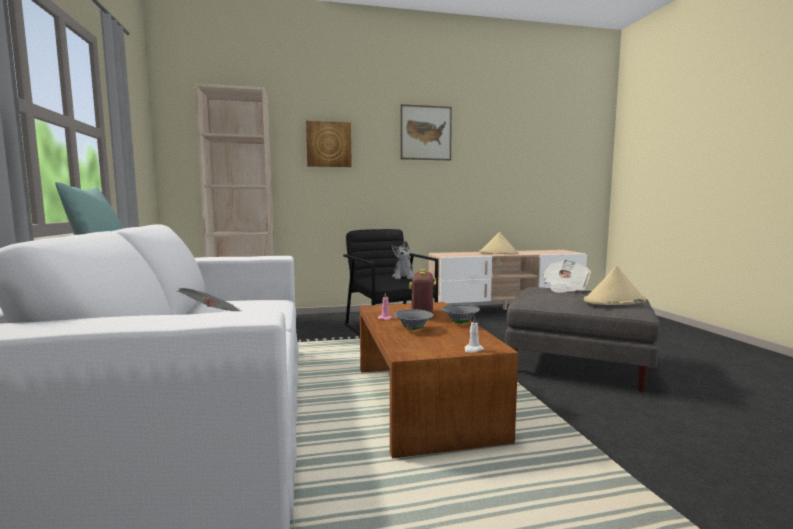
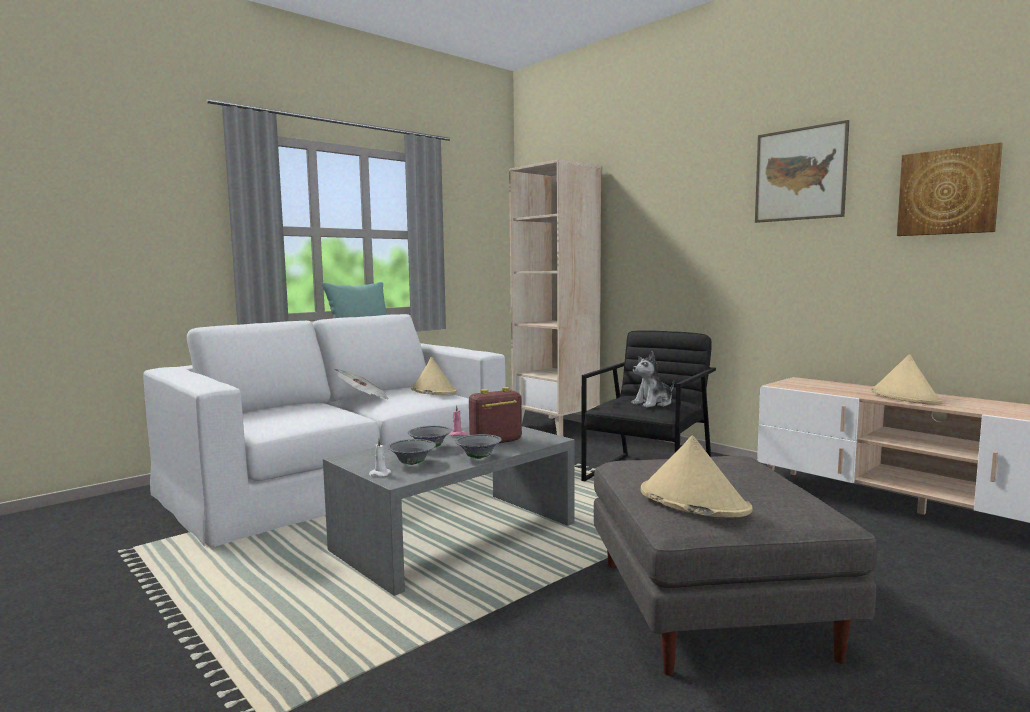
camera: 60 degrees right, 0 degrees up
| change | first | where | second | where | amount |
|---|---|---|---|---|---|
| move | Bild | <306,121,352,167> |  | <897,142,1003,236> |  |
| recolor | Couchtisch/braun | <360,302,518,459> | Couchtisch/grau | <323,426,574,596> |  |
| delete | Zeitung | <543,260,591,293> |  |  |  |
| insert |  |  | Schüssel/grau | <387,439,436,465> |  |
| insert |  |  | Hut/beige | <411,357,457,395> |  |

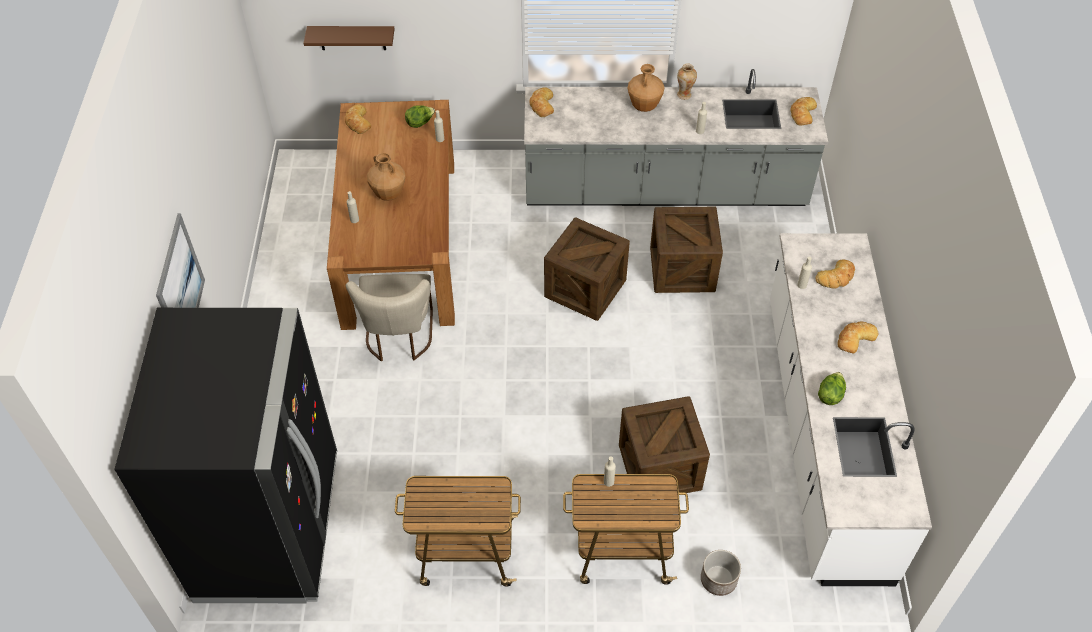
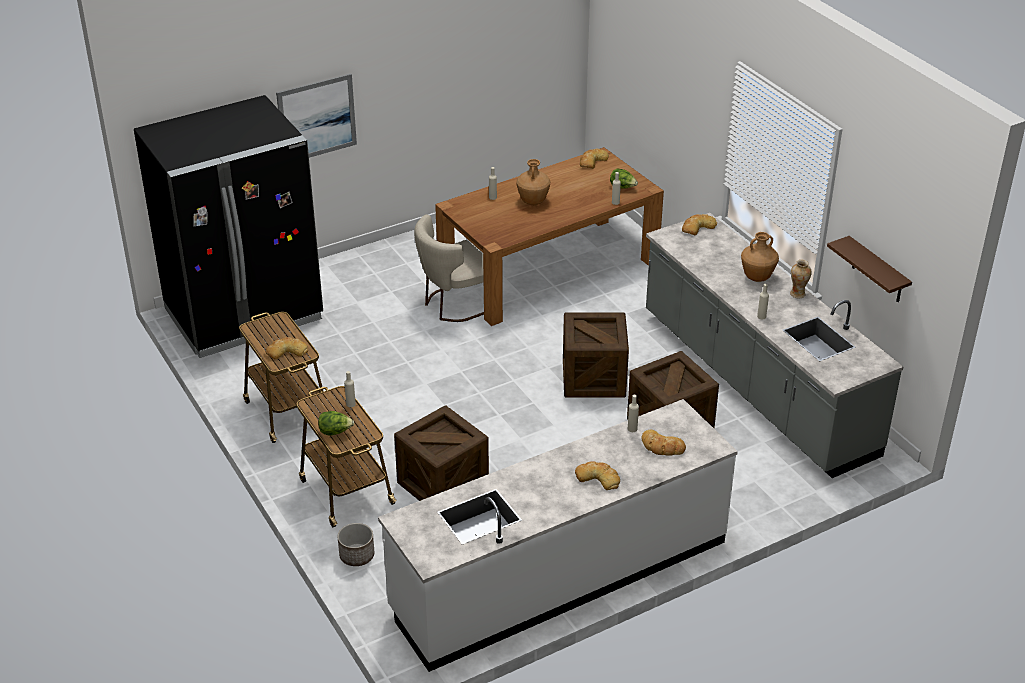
camera: 60 degrees right, 15 degrees down
| change | first | where | second | where | amount |
|---|---|---|---|---|---|
| move | Wandregal/braun | <304,26,394,50> |  | <827,236,912,302> |  |
| move | Brot | <790,97,817,126> |  | <266,337,308,360> |  |
| move | Salatkopf | <818,372,846,405> |  | <318,411,354,435> |  |

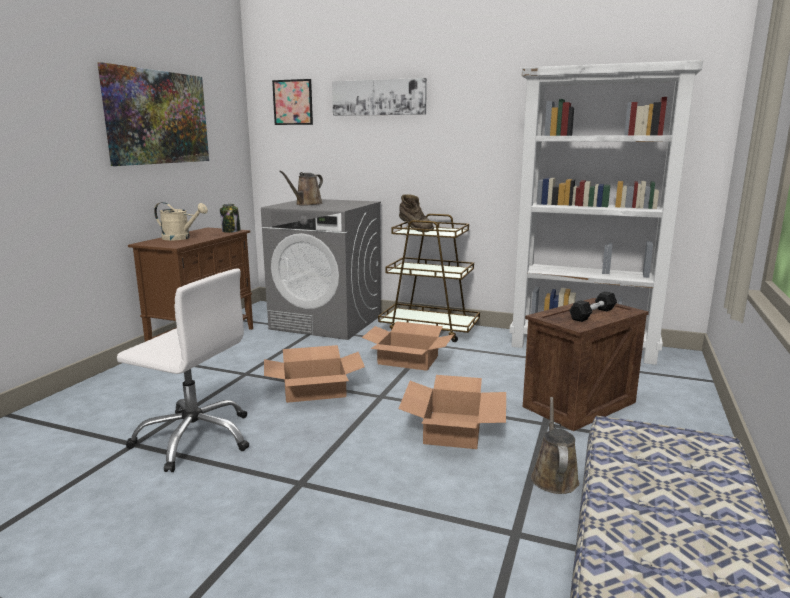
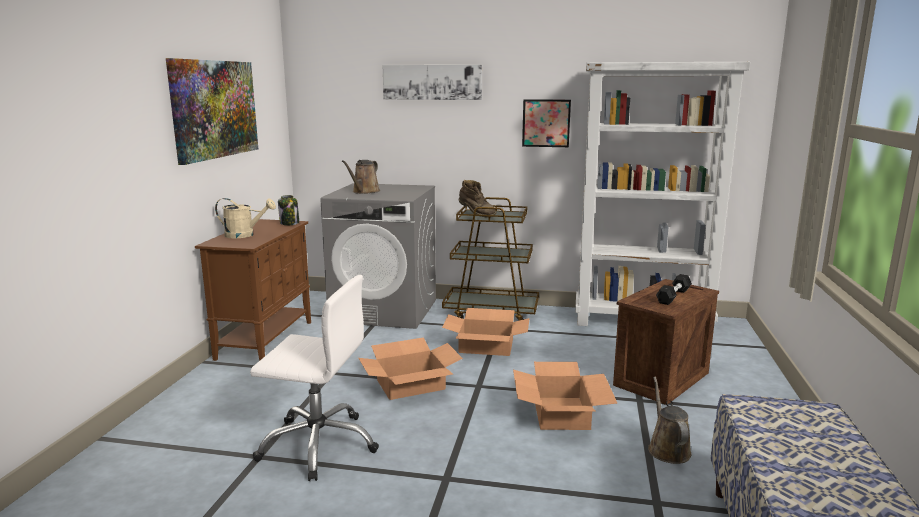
camera: 10 degrees left, 0 degrees up
| change | first | where | second | where | amount |
|---|---|---|---|---|---|
| move | Bild | <272,79,313,125> |  | <522,99,571,147> |  |

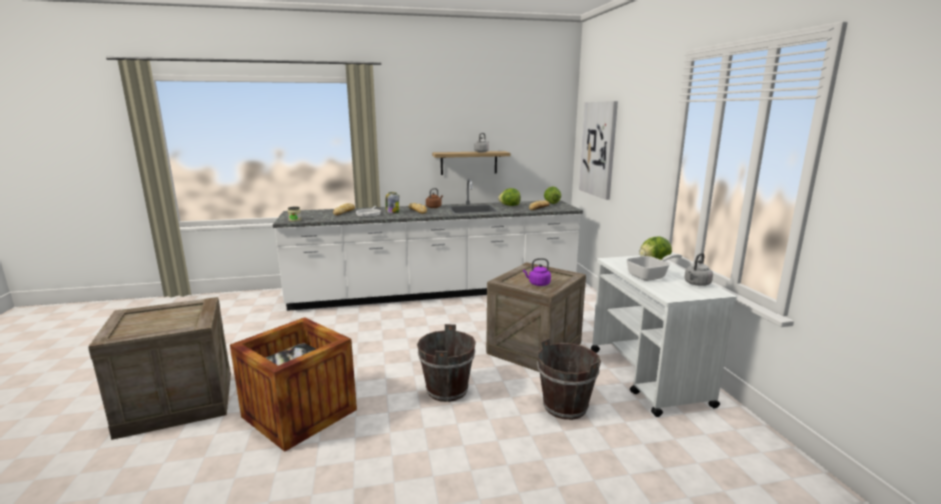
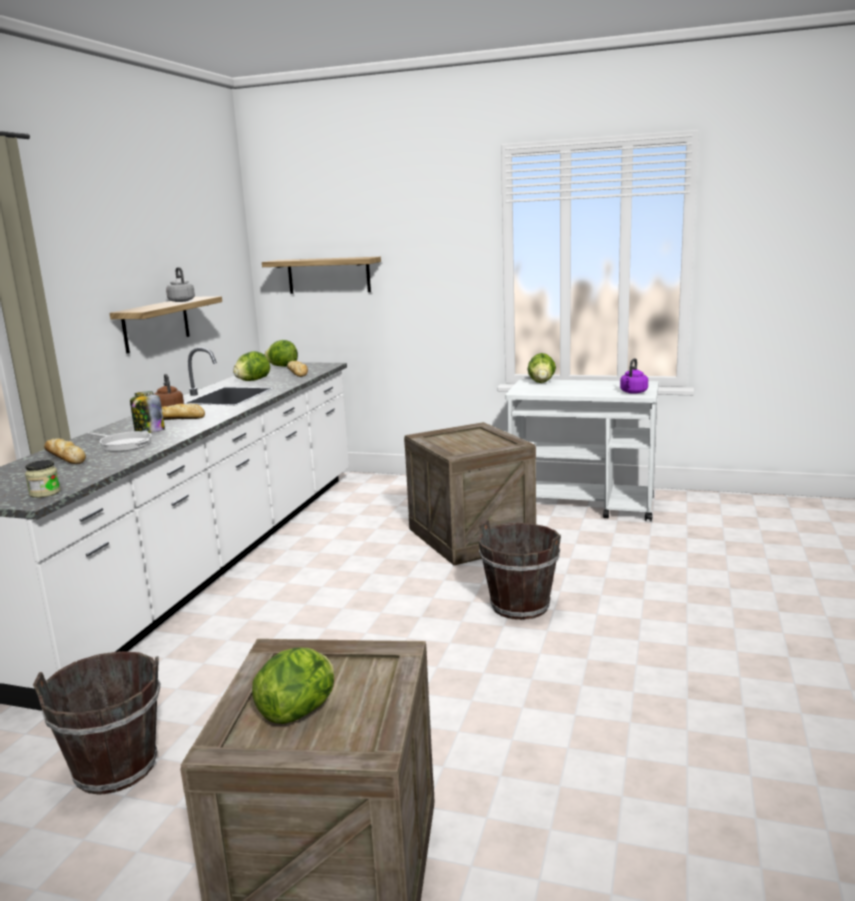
camera: 60 degrees left, 0 degrees up
| change | first | where | second | where | amount |
|---|---|---|---|---|---|
| delete | Kiste | <230,317,357,452> |  |  |  |
| move | Wasserkessel/lila | <523,258,551,286> |  | <620,358,648,394> |  |
| move | Eimer/braun | <537,338,601,420> |  | <33,651,160,795> |  |
| replace | Bild | <579,101,618,200> | Wandregal | <262,257,381,294> |  |
| delete | Pfanne | <626,253,682,281> |  |  |  |
| delete | Wasserkessel/grau | <684,253,713,286> |  |  |  |
| insert |  |  | Salatkopf | <252,648,334,724> |  |

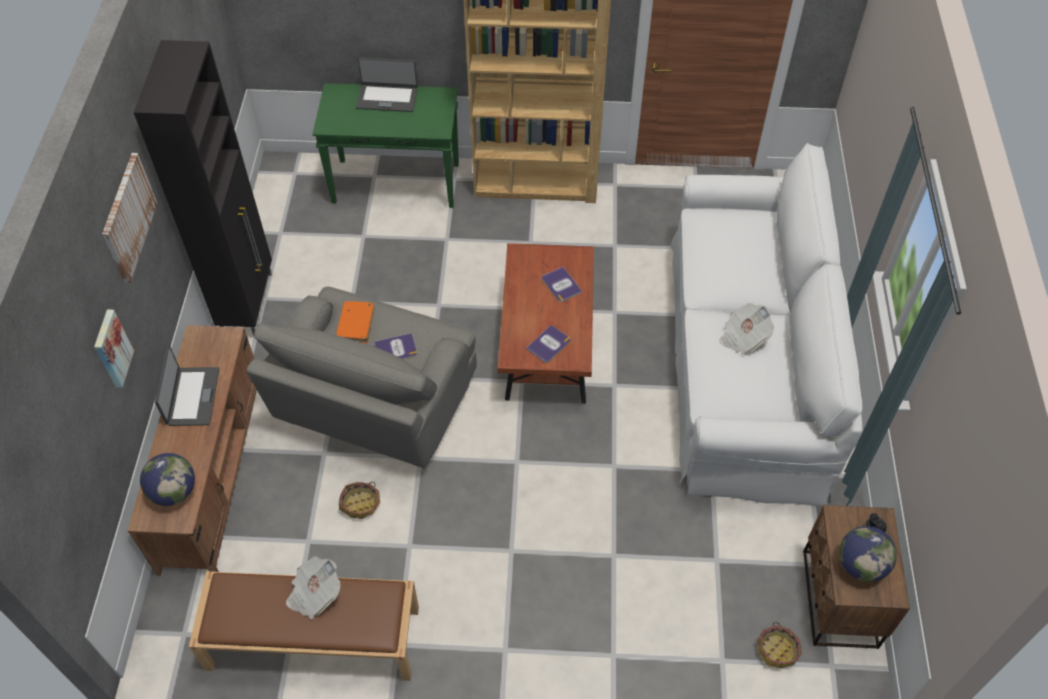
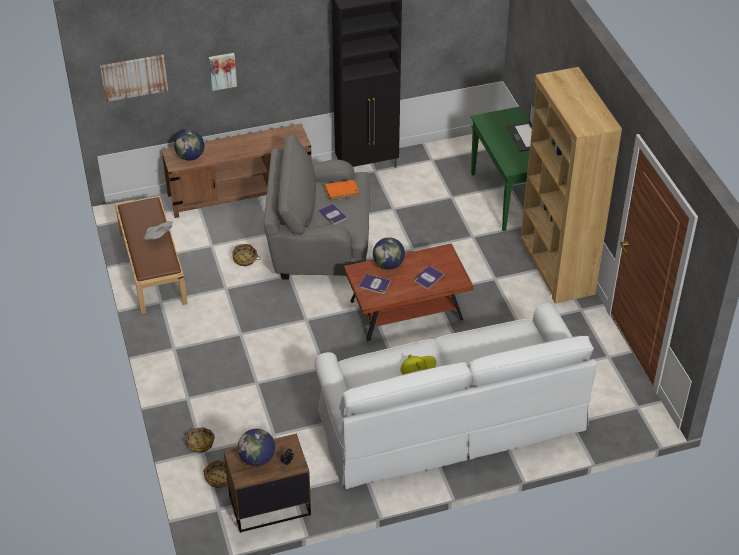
camera: 70 degrees right, 10 degrees down
| change | first | where | second | where | amount |
|---|---|---|---|---|---|
| move | Bild | <102,153,157,283> |  | <100,55,168,102> |  |
| delete | Laptop | <155,345,219,426> |  |  |  |
| replace | Zeitung | <719,303,774,355> | Hut/gelb | <400,354,436,375> |  |
| insert |  |  | Korb | <184,427,215,453> |  |
| insert |  |  | Globus | <373,237,405,270> |  |

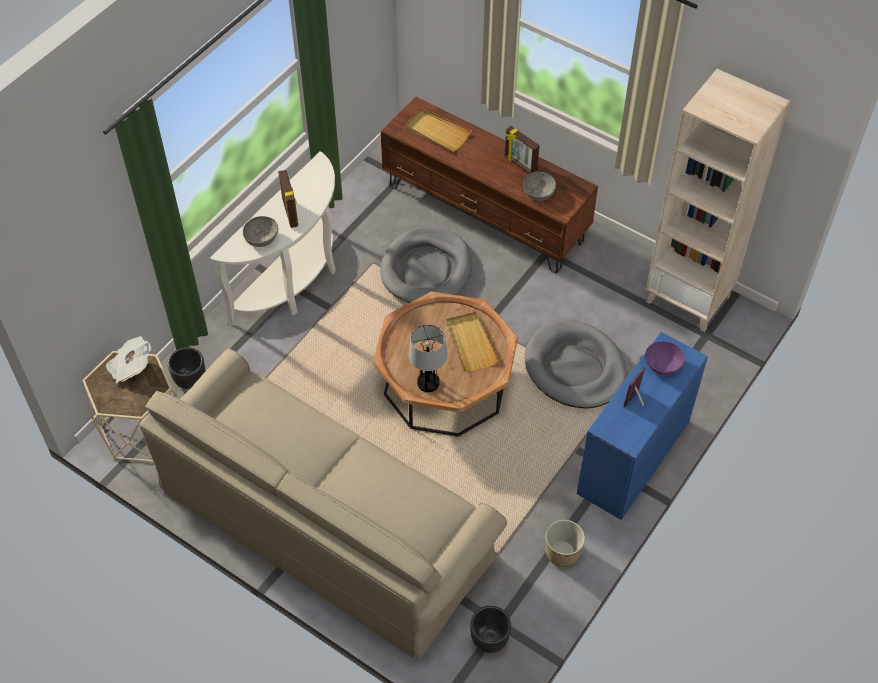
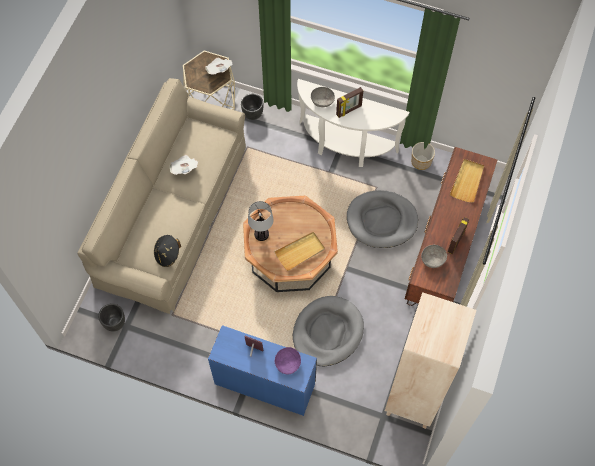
camera: 75 degrees right, 10 degrees up
| change | first | where | second | where | amount |
|---|---|---|---|---|---|
| move | Pflanzkübel | <546,520,585,567> |  | <411,142,435,170> |  |
| insert |  |  | Hut/schwarz | <154,235,181,267> |  |
| insert |  |  | Zeitung | <170,155,198,175> |  |

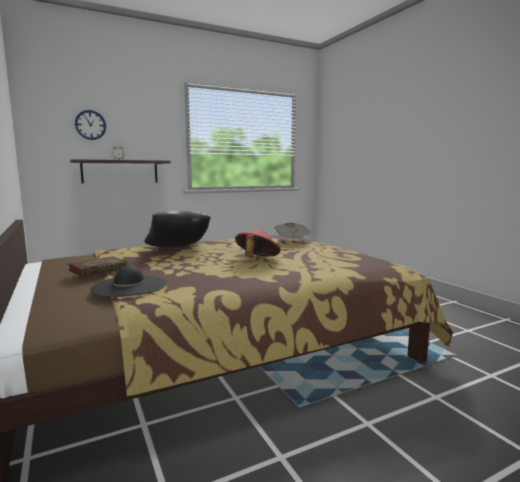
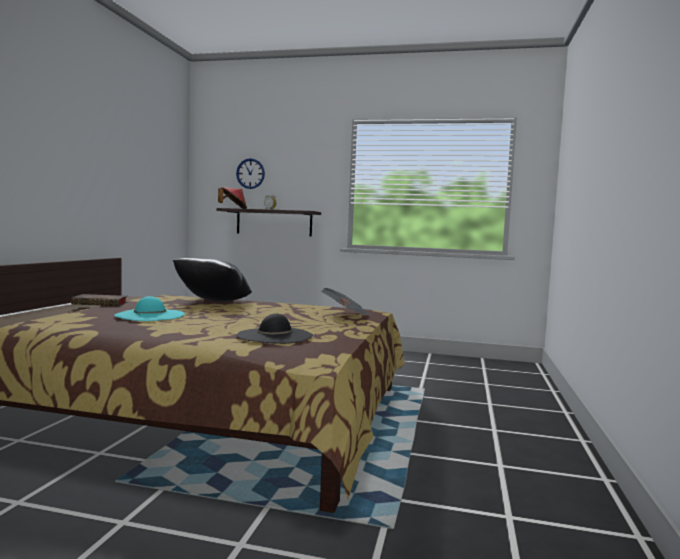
camera: 40 degrees right, 5 degrees down
| change | first | where | second | where | amount |
|---|---|---|---|---|---|
| move | Hut/schwarz | <90,265,167,297> |  | <236,314,313,344> |  |
| move | Hut/rot | <235,229,280,257> |  | <218,187,247,209> |  |
| insert |  |  | Hut/türkis | <114,296,185,321> |  |

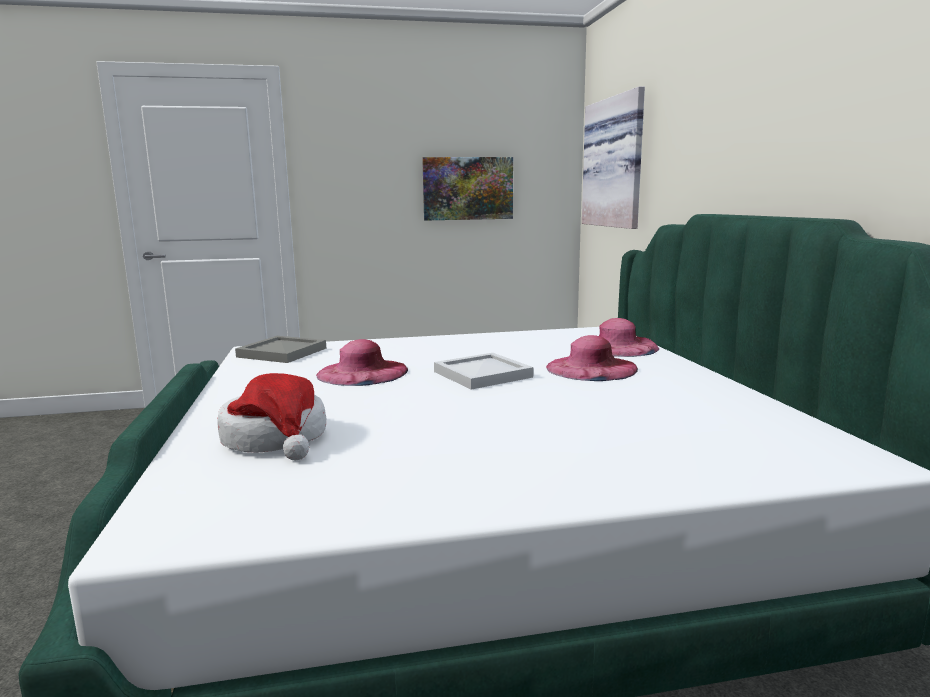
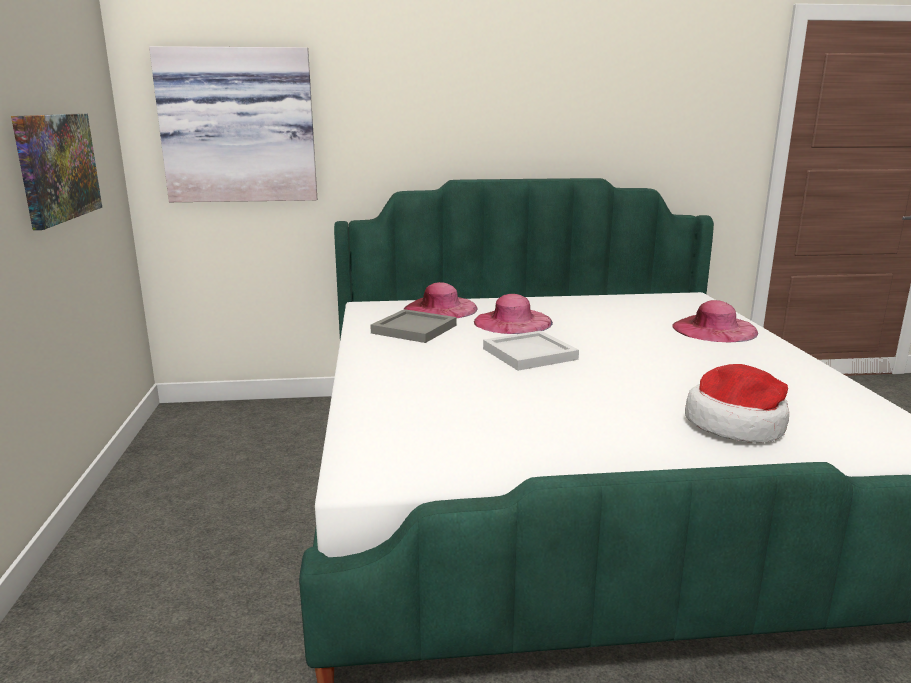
camera: 85 degrees left, 5 degrees up
| change | first | where | second | where | amount |
|---|---|---|---|---|---|
| move | Tablett/grau | <235,336,326,363> |  | <370,309,456,343> |  |
| move | Hut/rosa | <316,339,408,386> |  | <672,300,758,342> |  |

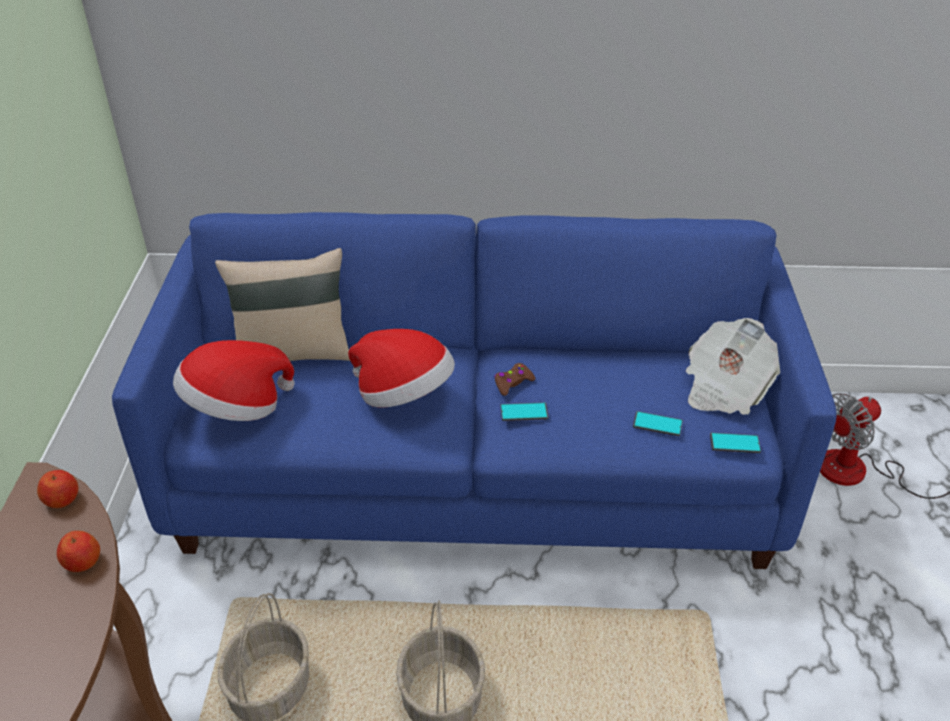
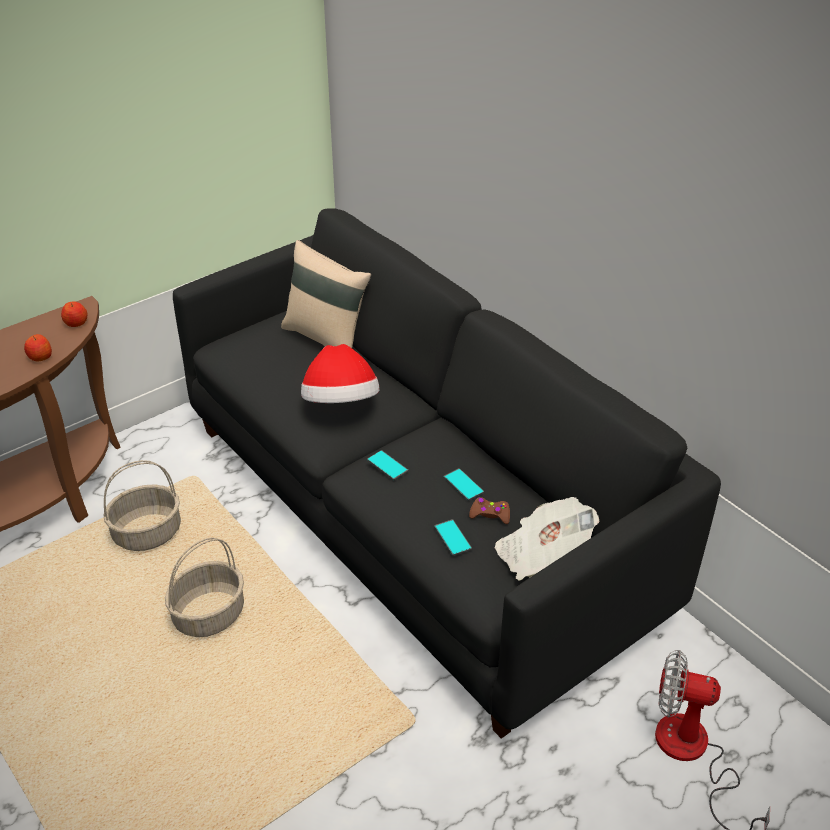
camera: 50 degrees right, 0 degrees up
| change | first | where | second | where | amount |
|---|---|---|---|---|---|
| recolor | Sofa/blau | <112,212,837,569> | Sofa/schwarz | <173,208,721,739> |  |
| delete | Hut | <173,340,295,421> |  |  |  |
| move | Gamepad/braun | <494,363,535,396> |  | <469,497,510,524> |  |
| move | Handy | <710,433,761,453> |  | <444,468,484,501> |  |

